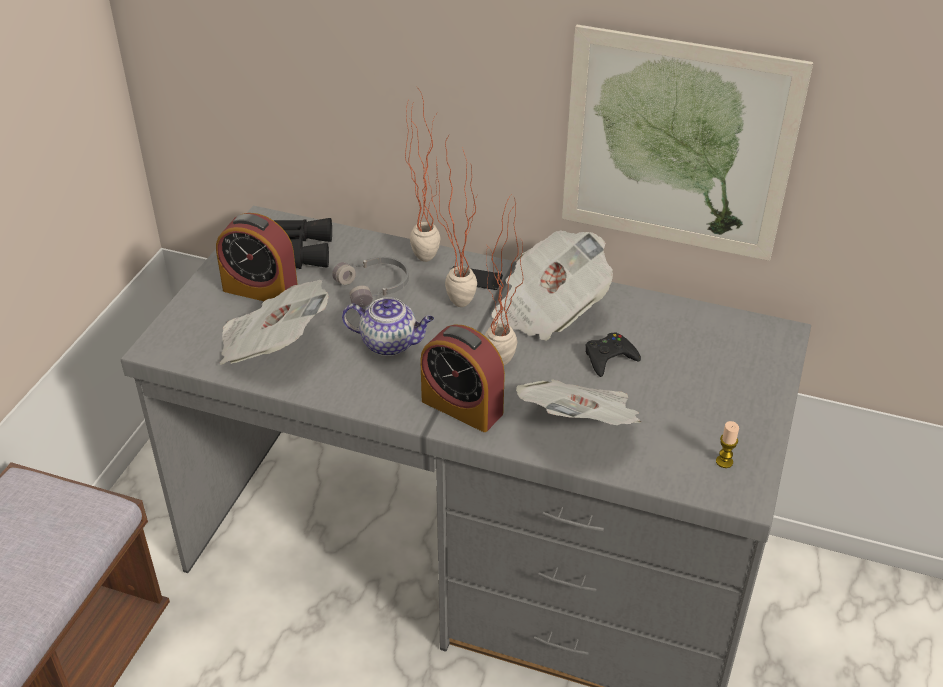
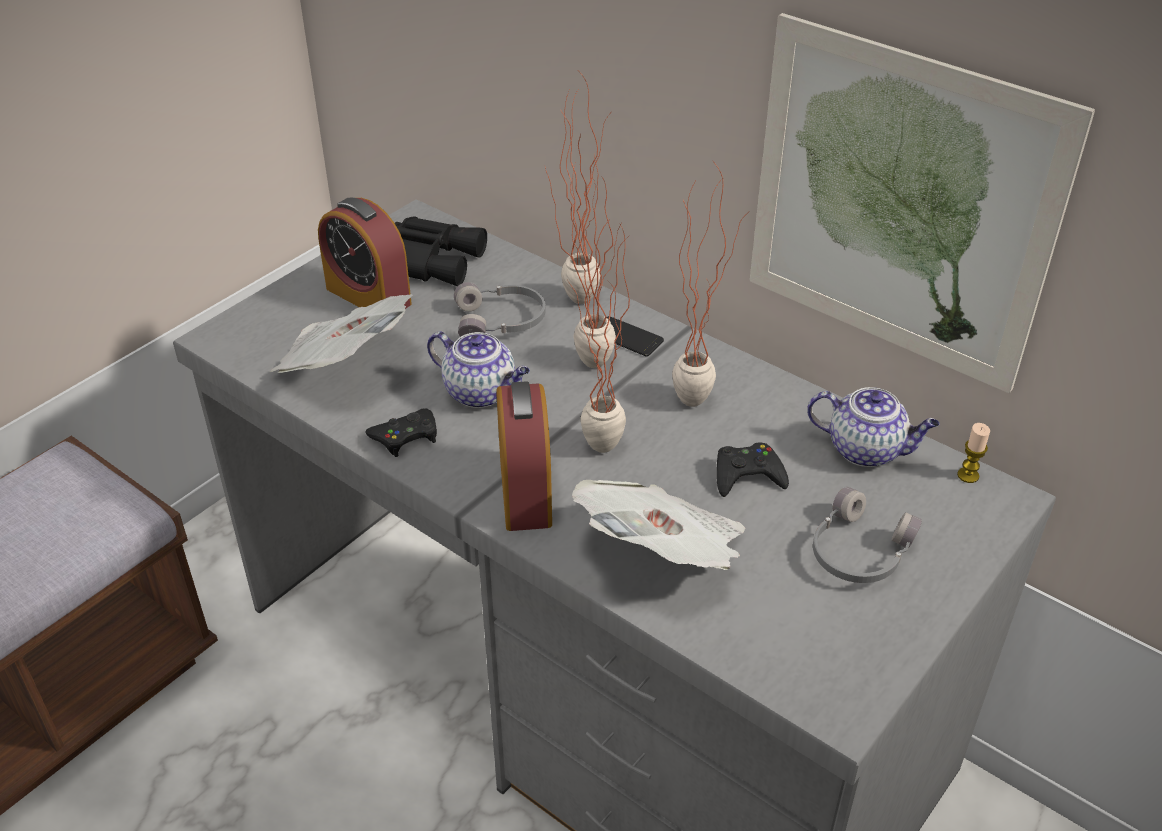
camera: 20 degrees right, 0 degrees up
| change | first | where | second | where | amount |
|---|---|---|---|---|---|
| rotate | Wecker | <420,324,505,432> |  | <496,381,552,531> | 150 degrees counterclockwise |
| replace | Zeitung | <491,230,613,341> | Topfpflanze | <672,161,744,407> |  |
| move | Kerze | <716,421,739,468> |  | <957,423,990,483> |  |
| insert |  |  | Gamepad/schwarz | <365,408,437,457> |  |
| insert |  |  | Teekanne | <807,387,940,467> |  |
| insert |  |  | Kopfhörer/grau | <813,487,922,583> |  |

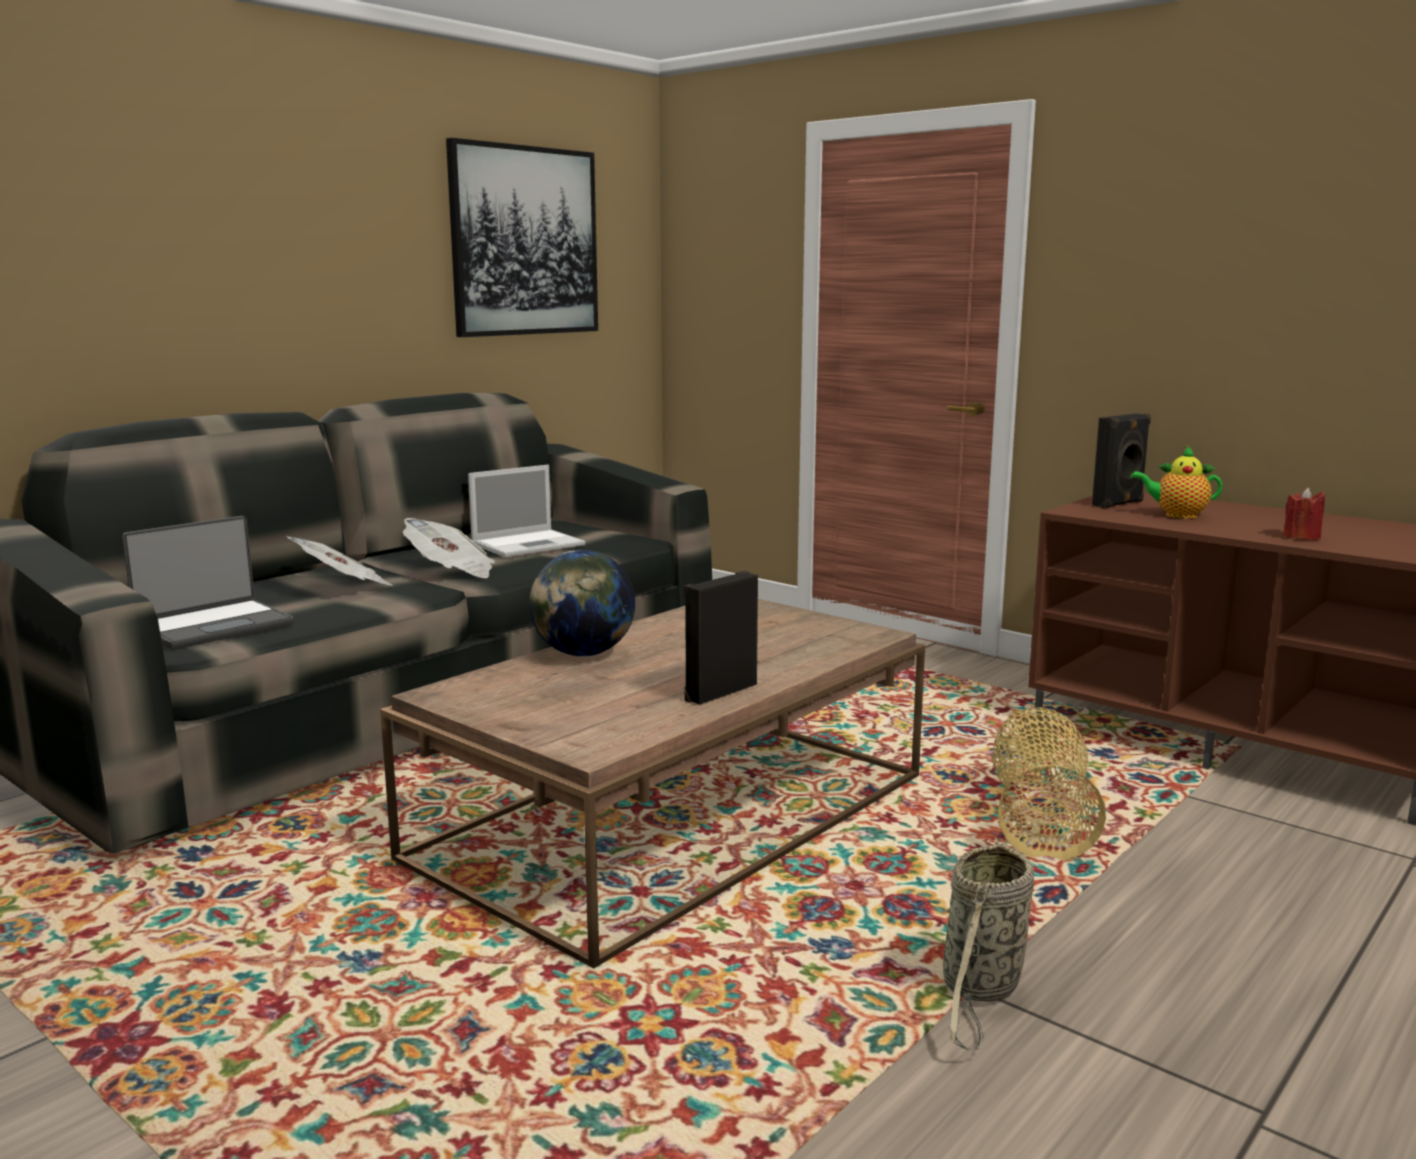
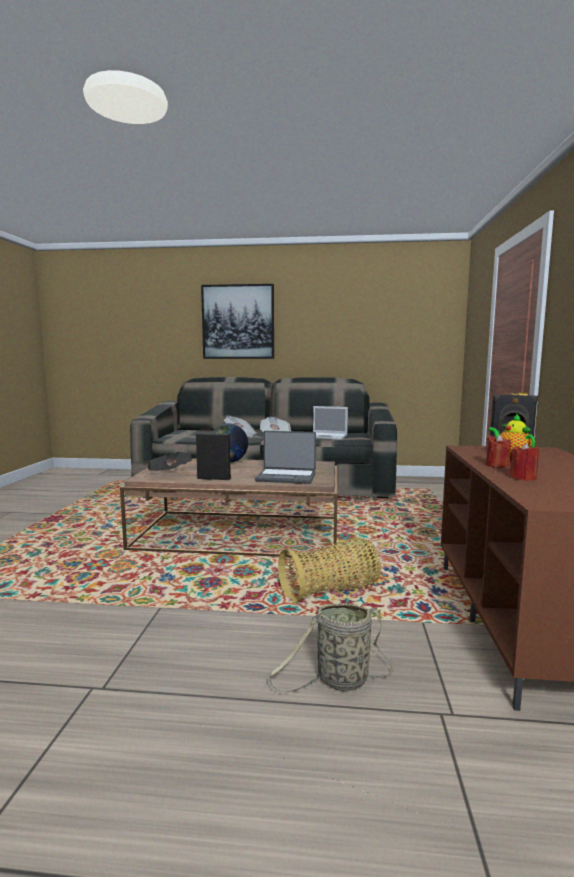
camera: 55 degrees right, 5 degrees down
| change | first | where | second | where | amount |
|---|---|---|---|---|---|
| move | Laptop | <122,516,294,650> |  | <255,431,316,484> |  |
| move | Bild | <446,138,598,337> |  | <201,284,274,359> |  |
| move | Korb | <943,838,1034,1051> |  | <267,603,393,692> |  |
| insert |  |  | Zeitung | <147,452,192,471> |  |
| insert |  |  | Kerze/rot | <486,434,511,468> |  |

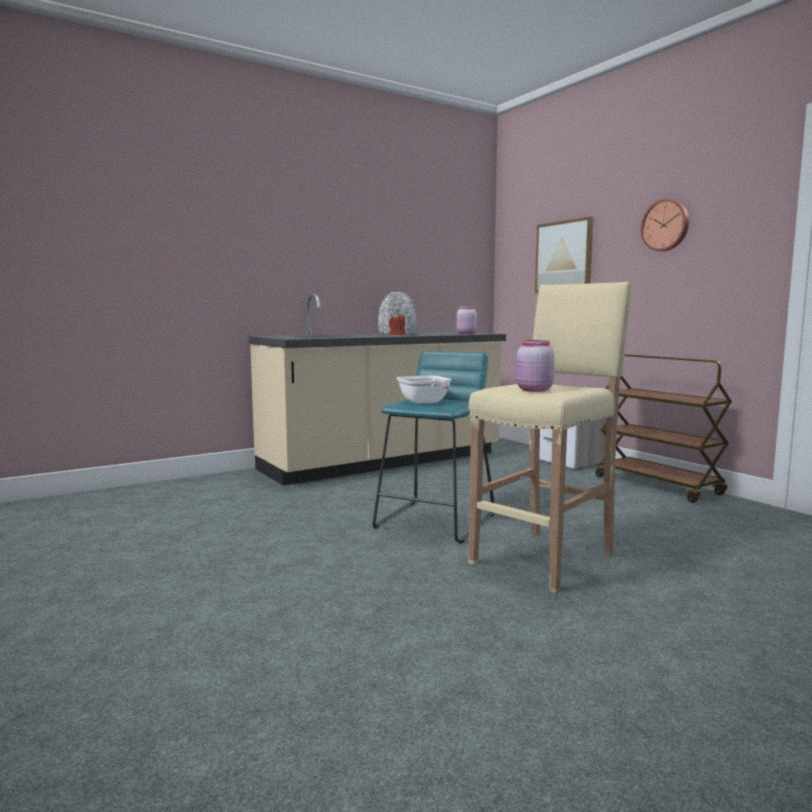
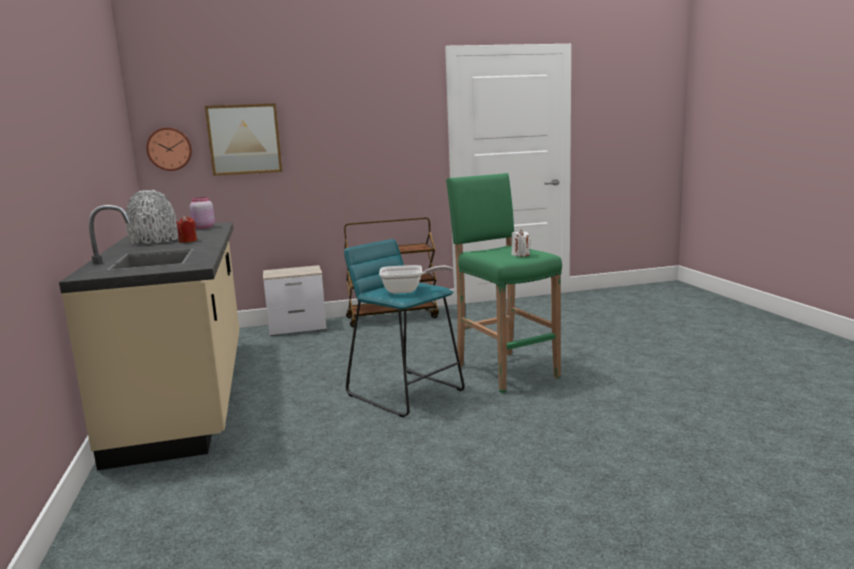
camera: 70 degrees left, 5 degrees up
| change | first | where | second | where | amount |
|---|---|---|---|---|---|
| recolor | Hocker/beige | <468,282,633,593> | Hocker/grün | <446,173,562,393> |  |
| replace | Vorratsglas/rosa | <516,340,555,392> | Kerze/weiß | <511,230,531,256> |  |
| move | Wanduhr | <641,199,689,251> |  | <146,128,192,171> |  |

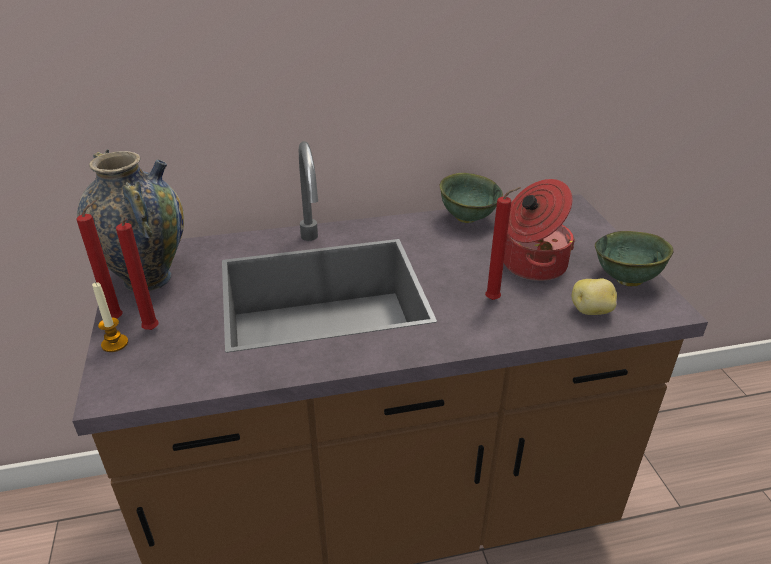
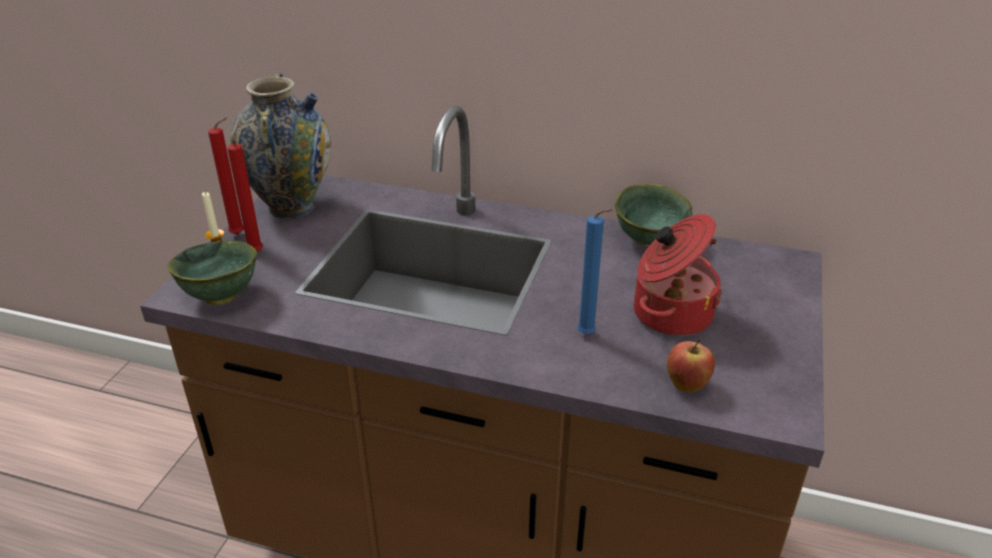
camera: 30 degrees right, 0 degrees up
| change | first | where | second | where | amount |
|---|---|---|---|---|---|
| recolor | Kerze/rot | <485,187,521,300> | Kerze/blau | <577,209,613,334> |  |
| replace | Kartoffel | <572,278,617,315> | Apfel | <667,339,715,392> |  |
| move | Schüssel/grün | <595,231,673,286> |  | <167,241,257,305> |  |

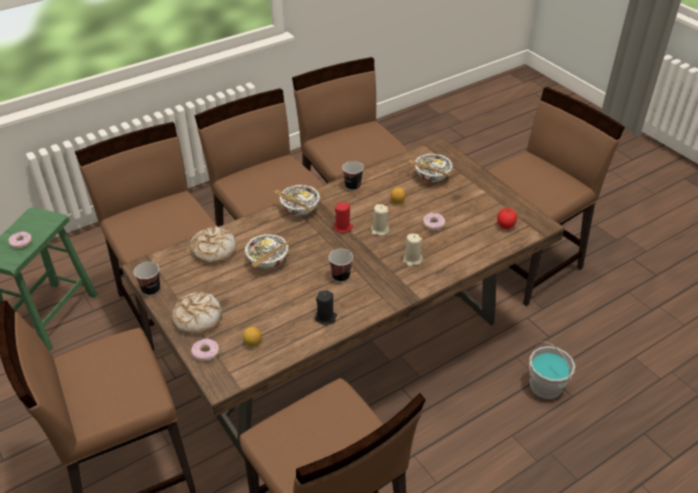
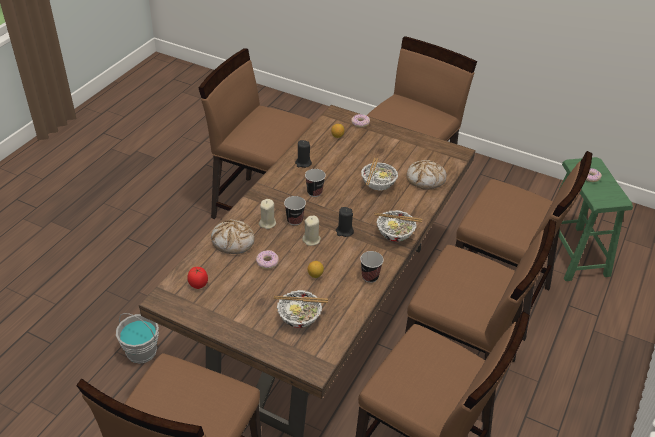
camera: 150 degrees right, 0 degrees up
| change | first | where | second | where | amount |
|---|---|---|---|---|---|
| move | Tasse | <134,262,160,296> |  | <284,196,306,225> |  |
| move | Brot | <172,292,222,334> |  | <211,219,255,254> |  |
| recolor | Kerze/rot | <333,202,353,233> | Kerze/schwarz | <336,207,354,237> |  |

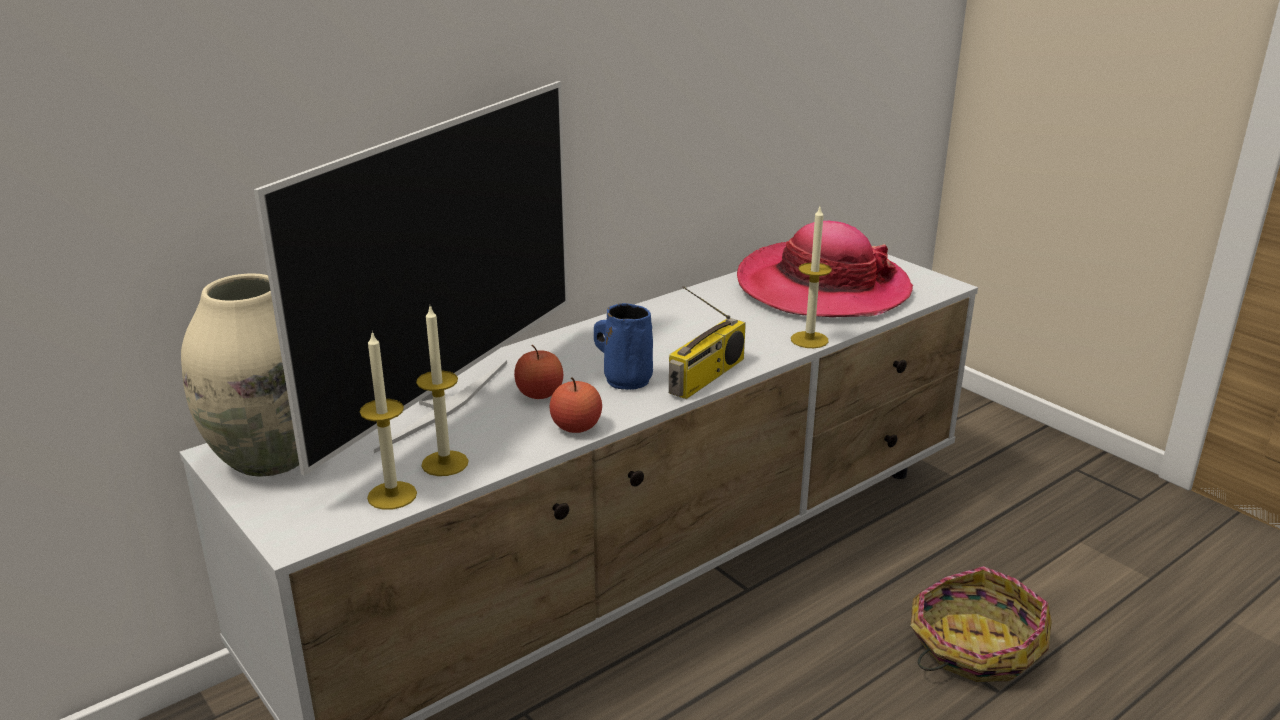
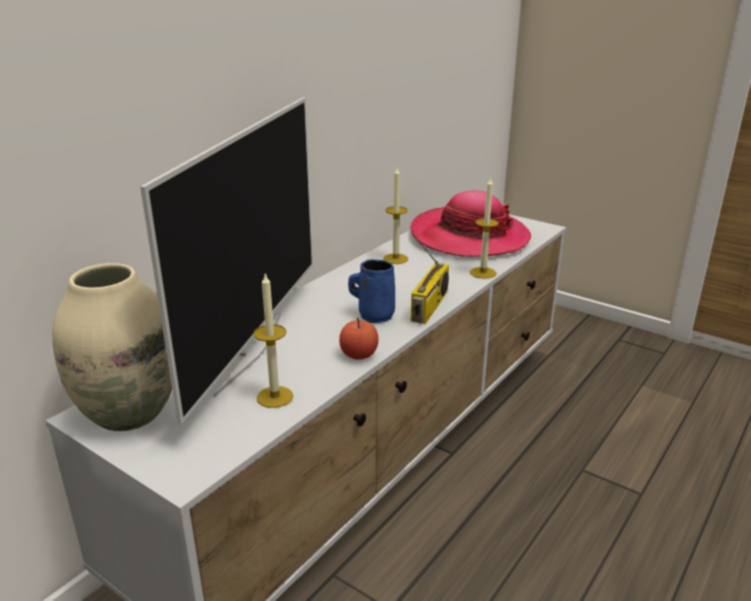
camera: 15 degrees left, 0 degrees up
| change | first | where | second | where | amount |
|---|---|---|---|---|---|
| move | Kerze | <360,331,417,510> |  | <383,167,408,264> |  |
| delete | Apfel | <514,345,563,399> |  |  |  |
| delete | Korb | <910,566,1052,682> |  |  |  |

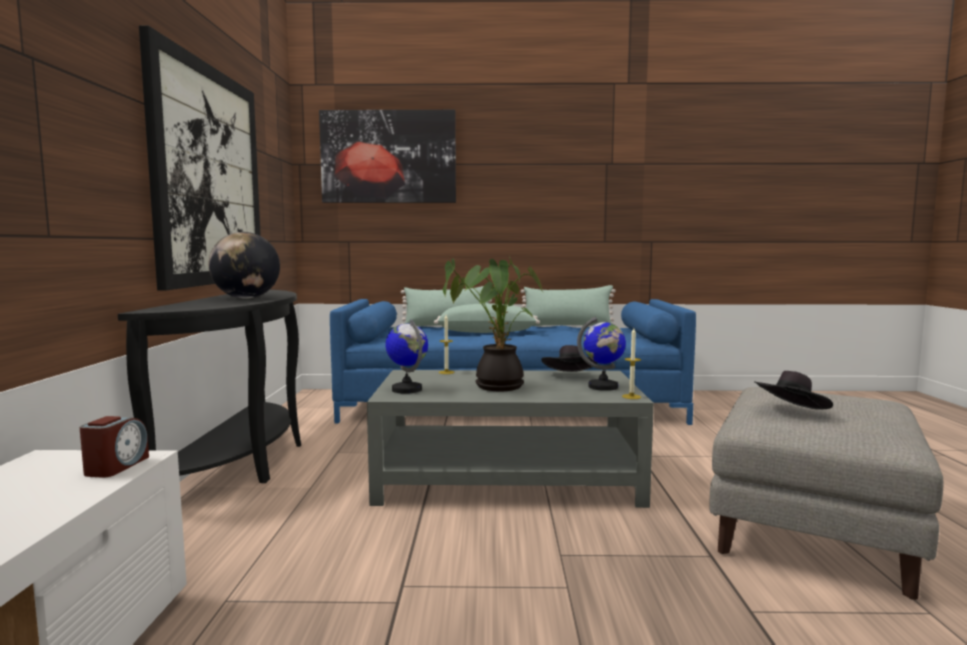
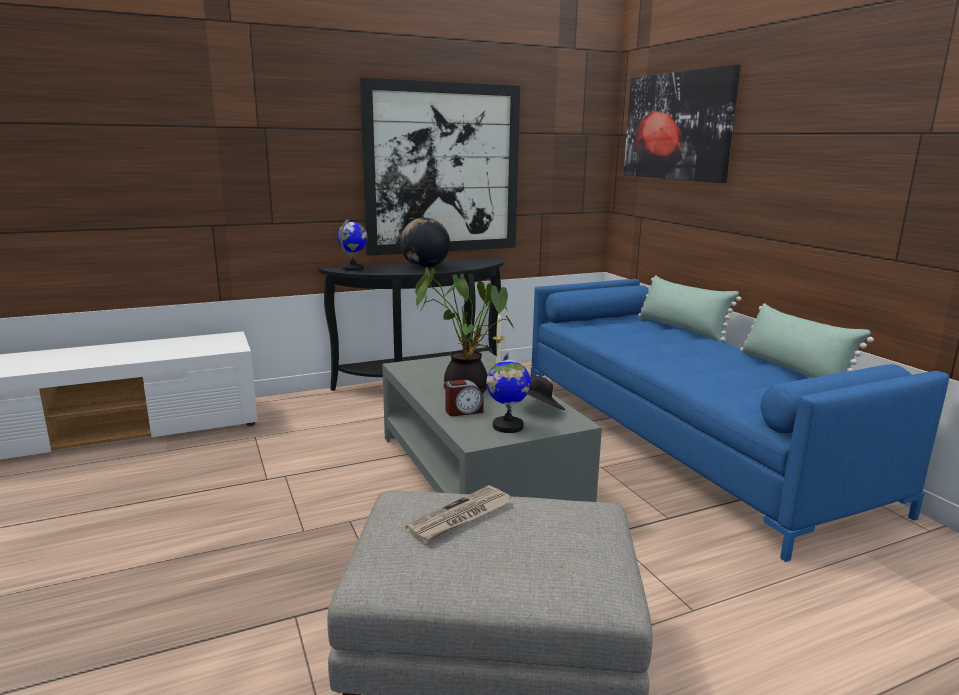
camera: 65 degrees right, 10 degrees up
| change | first | where | second | where | amount |
|---|---|---|---|---|---|
| move | Wecker | <80,416,149,478> |  | <445,380,484,416> |  |
| move | Globus | <385,319,428,394> |  | <337,219,368,271> |  |
| delete | Kissen/grün | <434,303,540,333> |  |  |  |
| delete | Kerze | <622,328,641,399> |  |  |  |
| replace | Hut/schwarz | <754,371,833,410> | Zeitung | <405,485,512,543> |  |

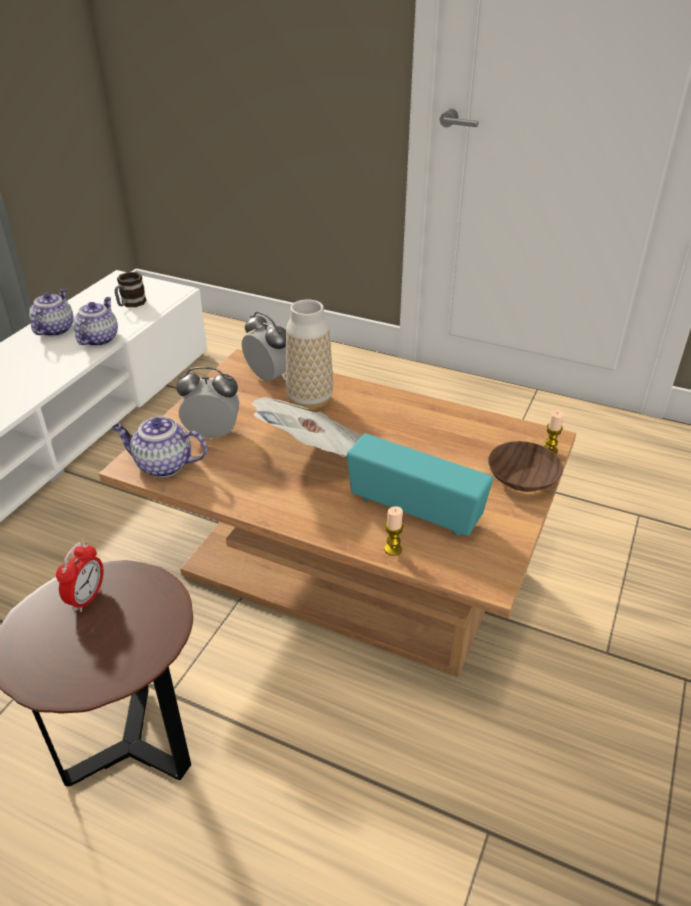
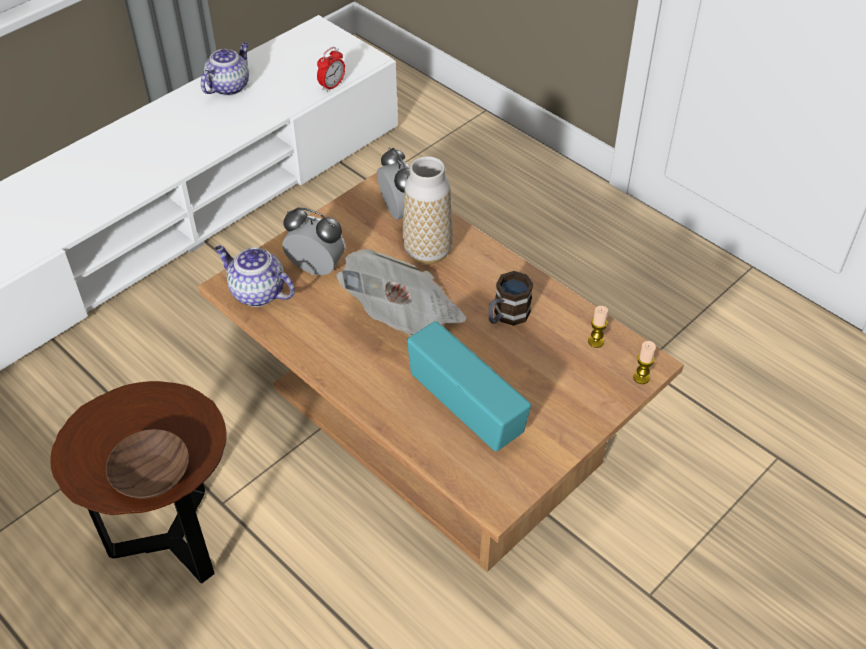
camera: 20 degrees right, 10 degrees up
| change | first | where | second | where | amount |
|---|---|---|---|---|---|
| move | Wecker | <56,542,104,612> |  | <317,47,345,92> |  |
| delete | Teekanne | <73,297,118,346> |  |  |  |
| move | Henkelbecher | <115,272,146,307> |  | <489,271,533,326> |  |
| move | Kerze | <384,506,404,556> |  | <588,306,608,348> |  |
| move | Schüssel/braun | <488,441,563,492> |  | <106,429,189,499> |  |

